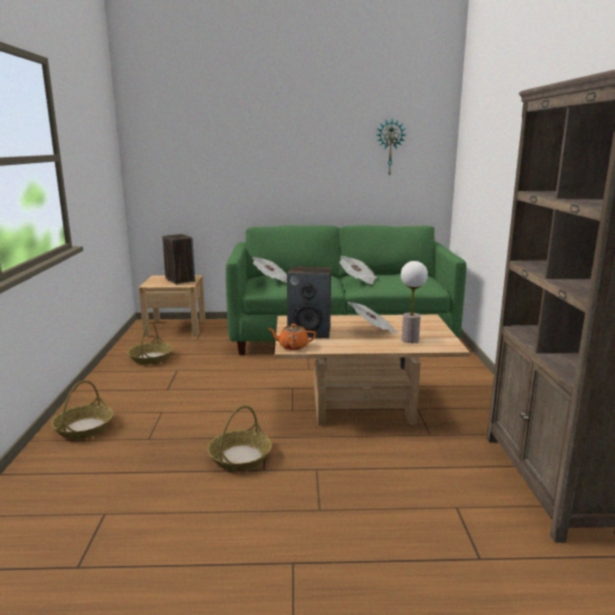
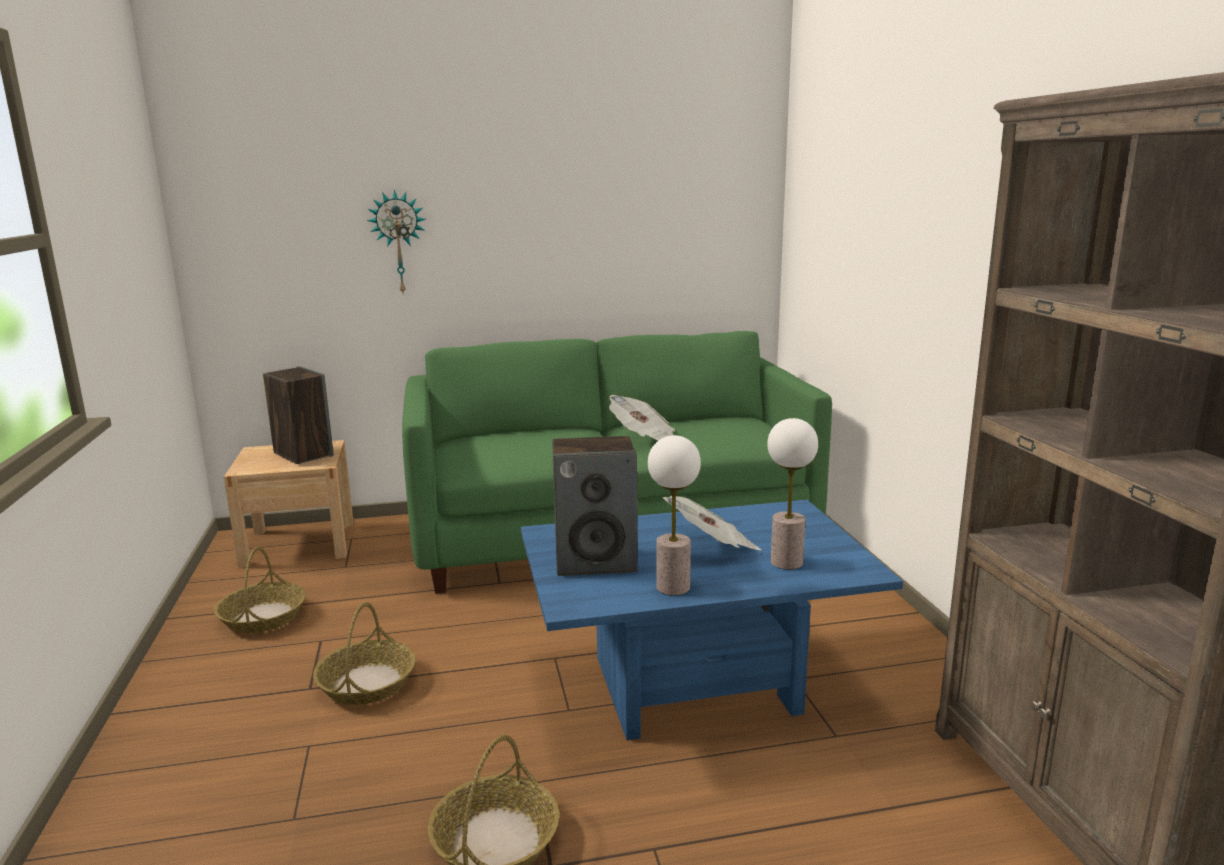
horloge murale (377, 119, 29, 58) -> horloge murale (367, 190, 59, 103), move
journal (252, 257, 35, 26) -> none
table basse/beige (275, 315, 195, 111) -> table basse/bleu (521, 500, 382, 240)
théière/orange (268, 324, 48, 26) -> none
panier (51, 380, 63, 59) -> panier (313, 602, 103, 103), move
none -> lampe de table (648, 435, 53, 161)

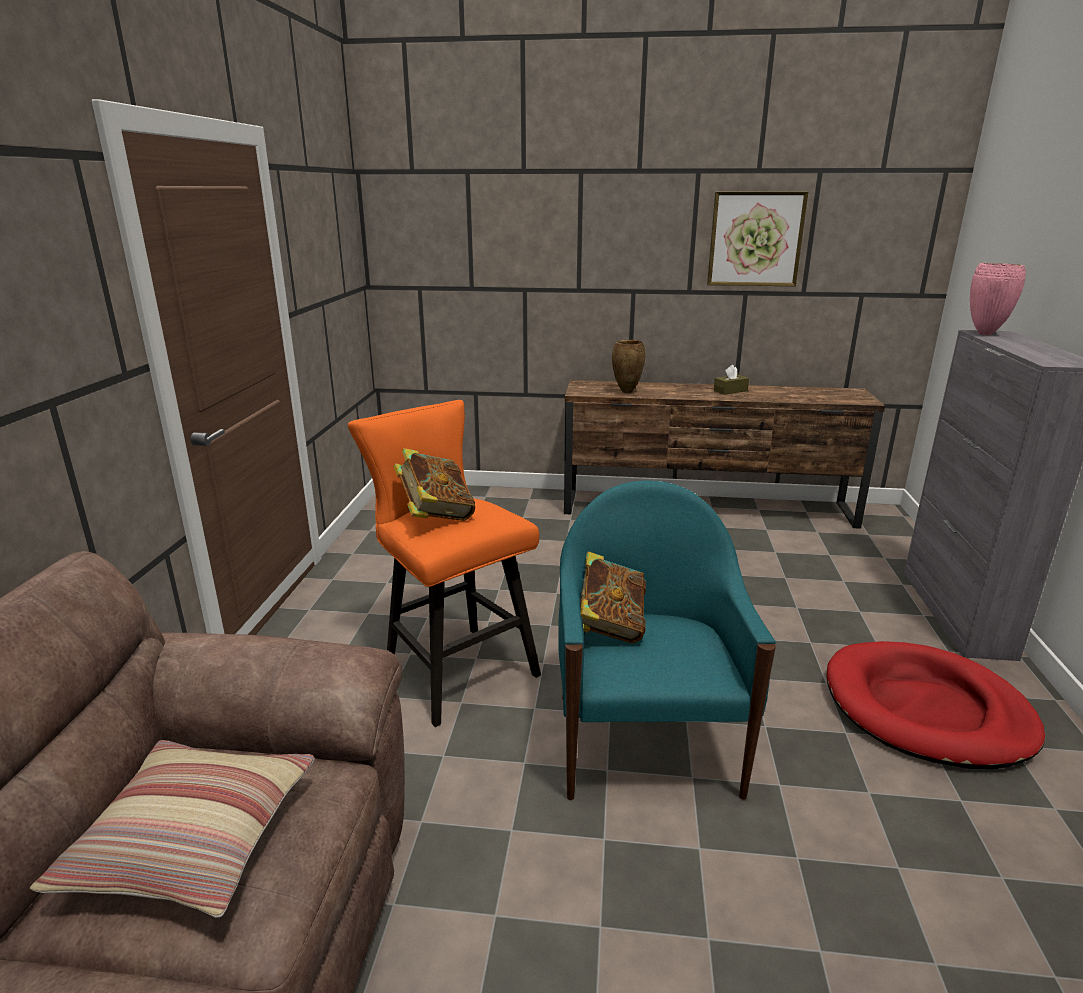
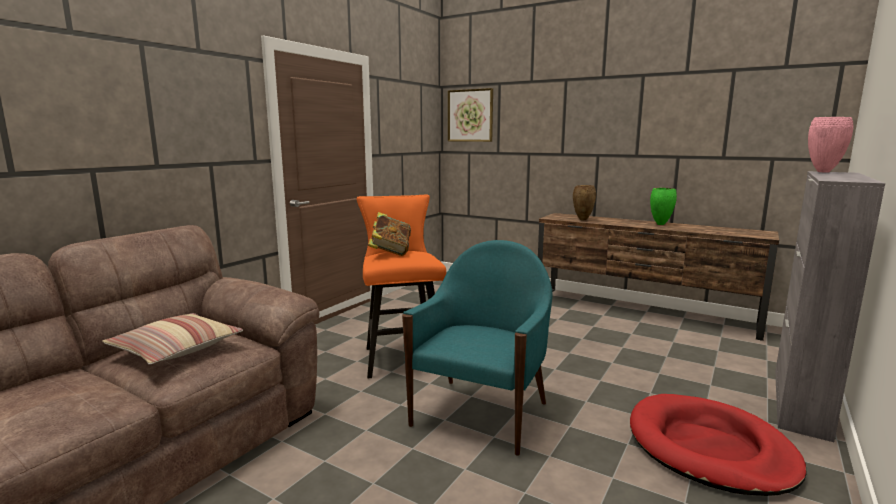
tableau (707, 192, 101, 94) -> tableau (448, 88, 45, 54), move
boîte à mouchoirs/marron (714, 365, 35, 30) -> vase/vert (650, 188, 27, 37)
livre (580, 551, 66, 92) -> none

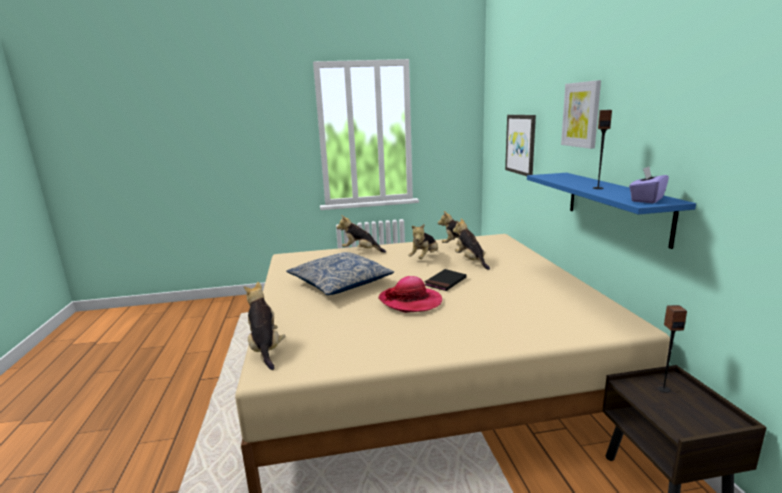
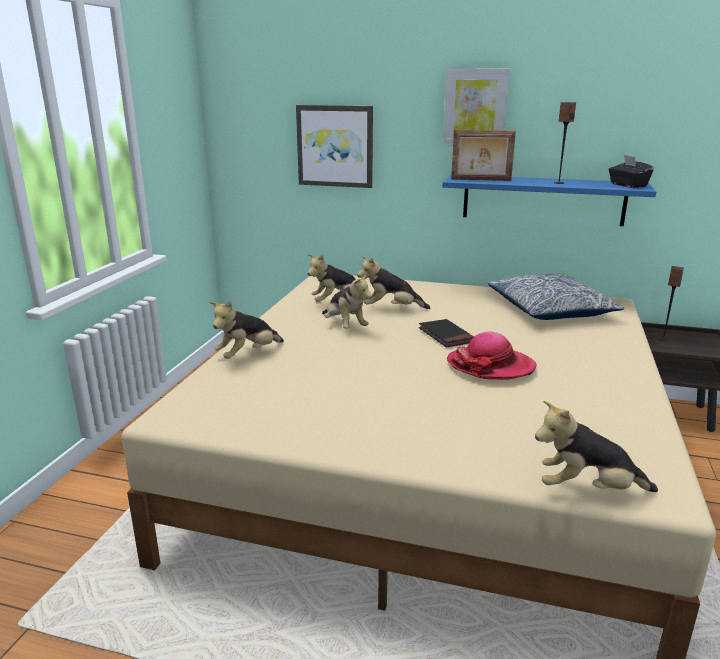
boîte à mouchoirs/violet (629, 167, 40, 36) -> boîte à mouchoirs/noir (609, 155, 45, 33)
coussin (286, 252, 108, 43) -> coussin (488, 274, 136, 46), move
none -> cadre photo (451, 130, 65, 51)

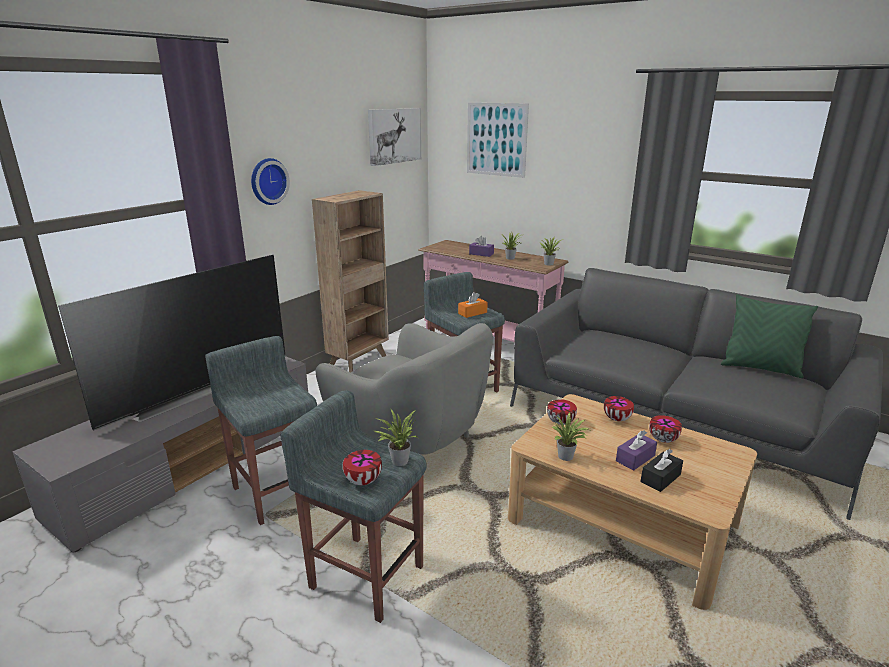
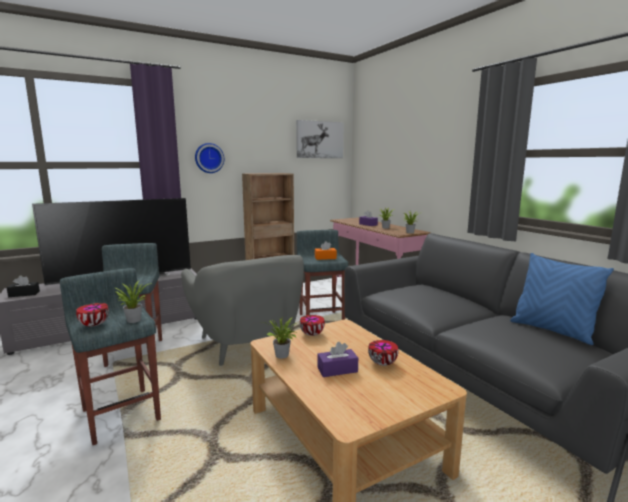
tableau (467, 103, 62, 75) -> none
coussin/vert (721, 294, 97, 84) -> coussin/bleu (510, 253, 104, 92)
bol (604, 396, 30, 25) -> none
boîte à mouchoirs/noir (640, 449, 43, 43) -> boîte à mouchoirs/noir (7, 275, 33, 22), move

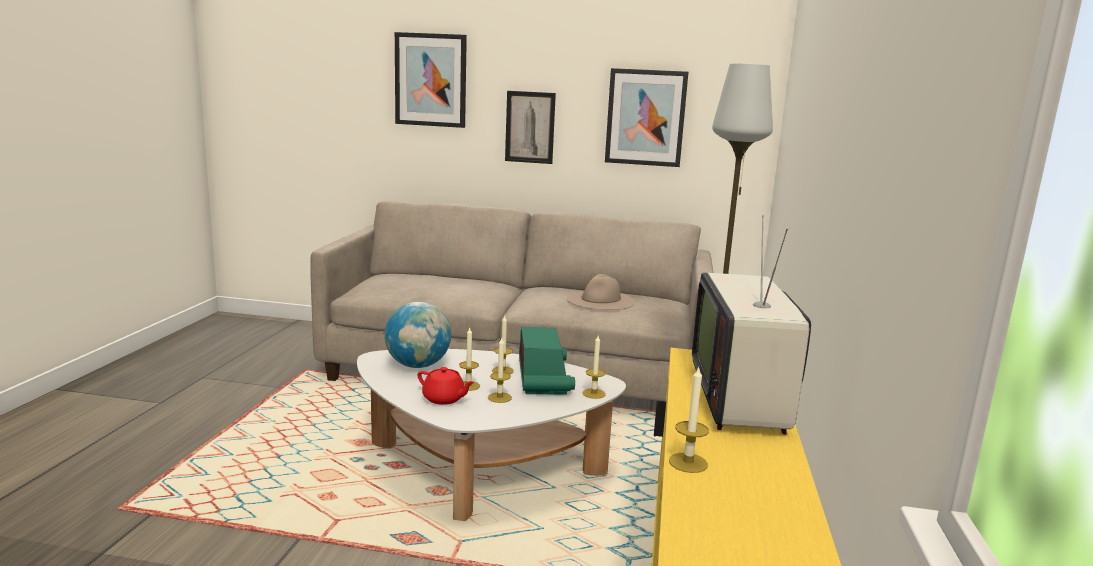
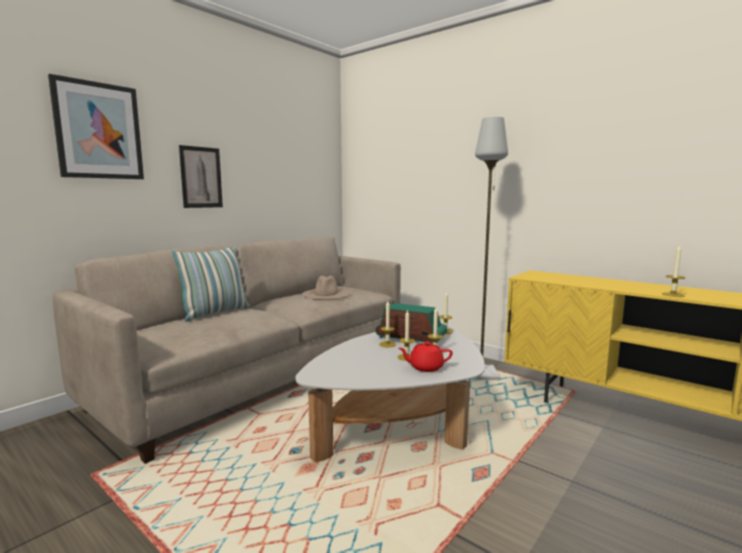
tableau (605, 68, 83, 99) -> none
téléviseur (692, 215, 119, 220) -> none
globe (384, 302, 67, 66) -> none
théière/rouge (418, 367, 57, 38) -> théière/rouge (398, 342, 55, 30), 150 degrees counterclockwise
none -> coussin (172, 246, 78, 75)

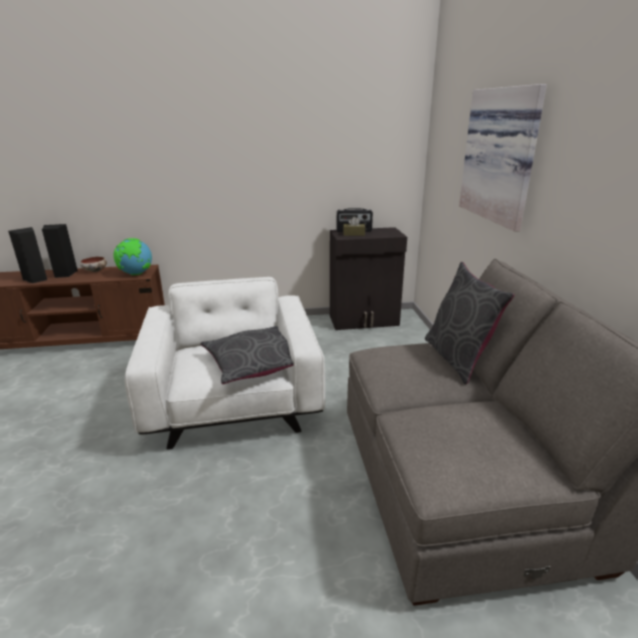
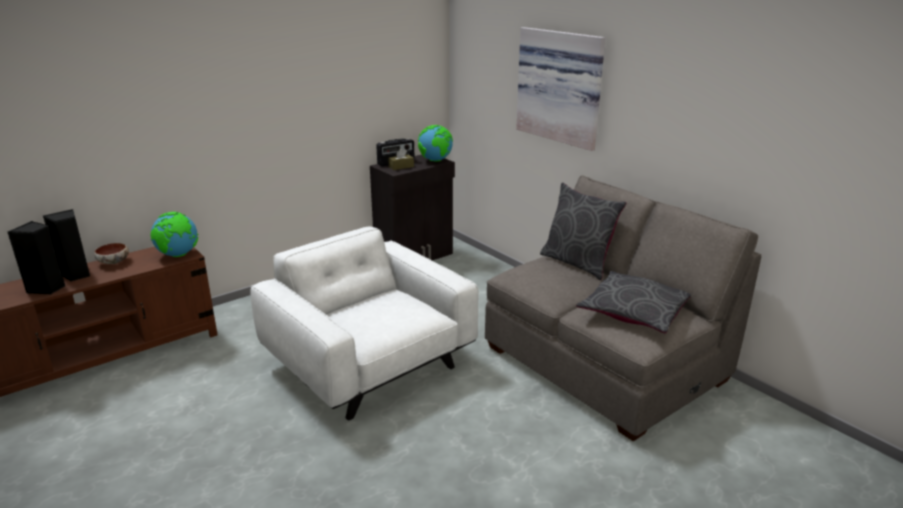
coussin/gris (201, 326, 92, 58) -> coussin/gris (576, 271, 115, 62), move
none -> globe (418, 125, 35, 37)

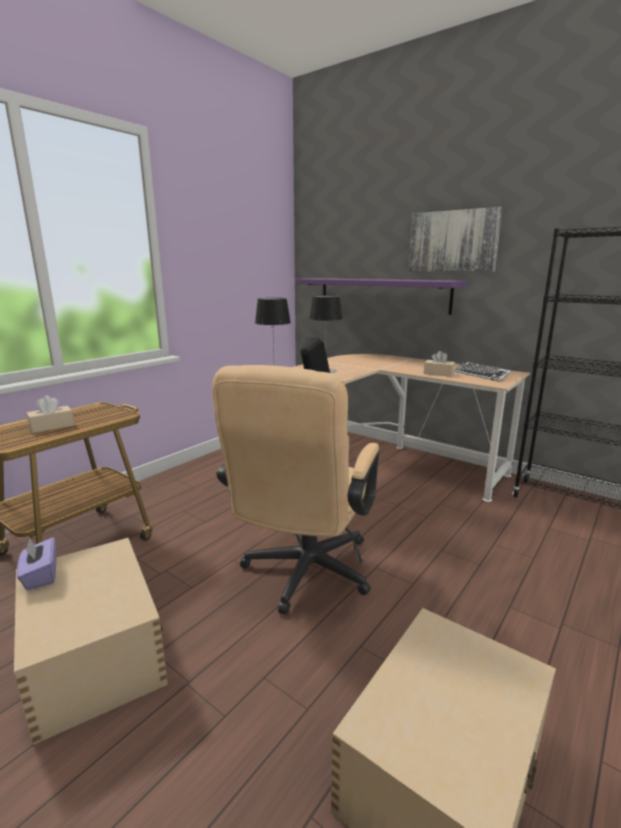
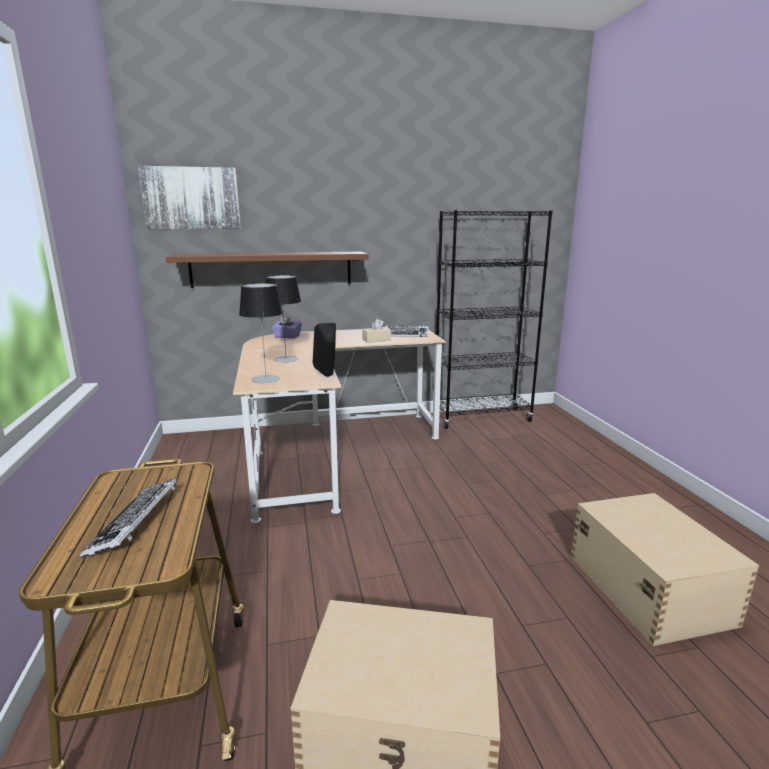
tableau (409, 207, 94, 65) -> tableau (138, 166, 103, 63), move
étagère/violet (295, 278, 172, 37) -> étagère/marron (166, 252, 203, 36)
chaise de bureau/beige (212, 365, 167, 250) -> none
boîte à mouchoirs/beige (27, 395, 47, 38) -> clavier (80, 479, 97, 79)
boîte à mouchoirs/violet (17, 537, 39, 53) -> boîte à mouchoirs/violet (272, 317, 30, 22), move

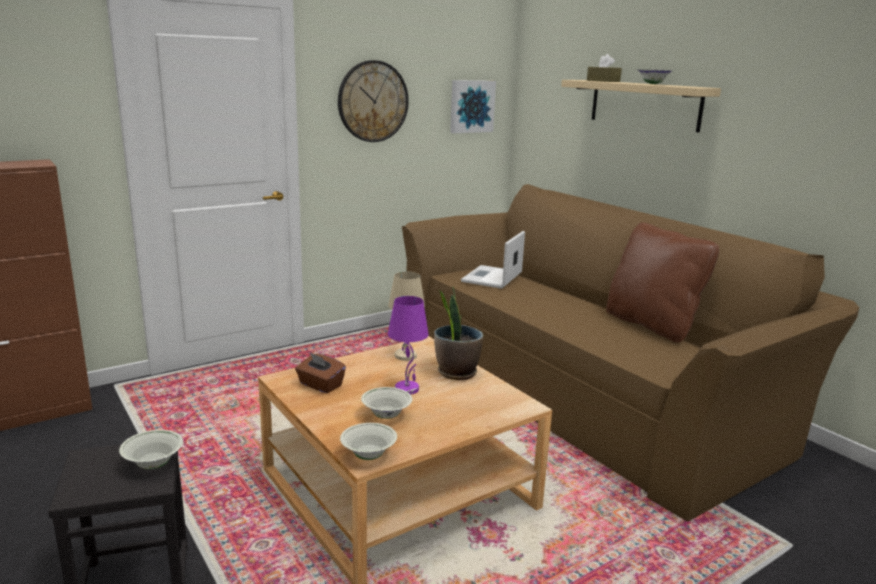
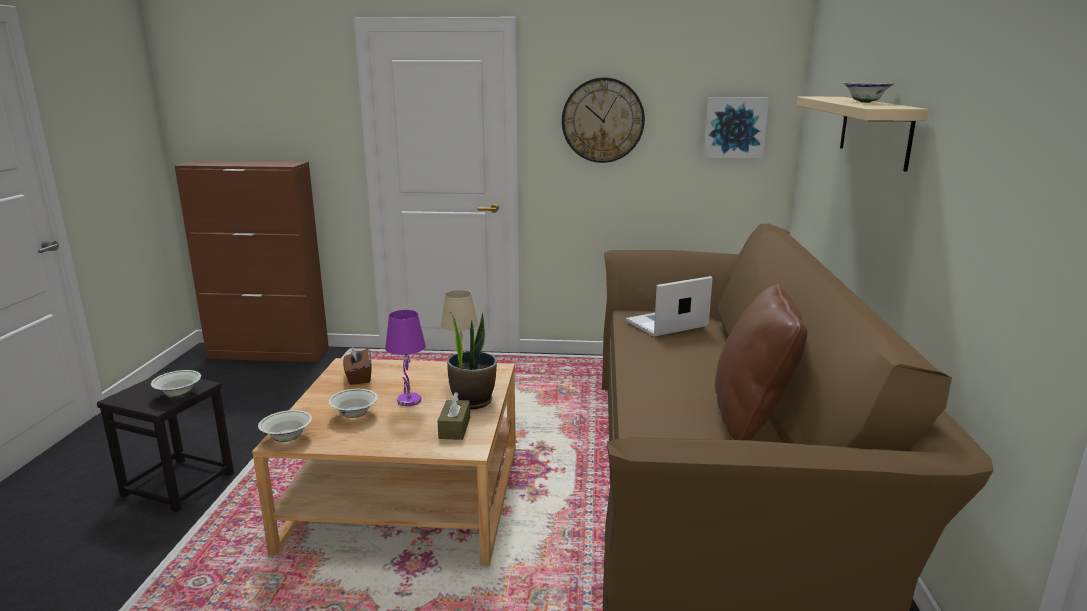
boîte à mouchoirs/marron (587, 54, 35, 28) -> boîte à mouchoirs/marron (438, 392, 32, 48), move

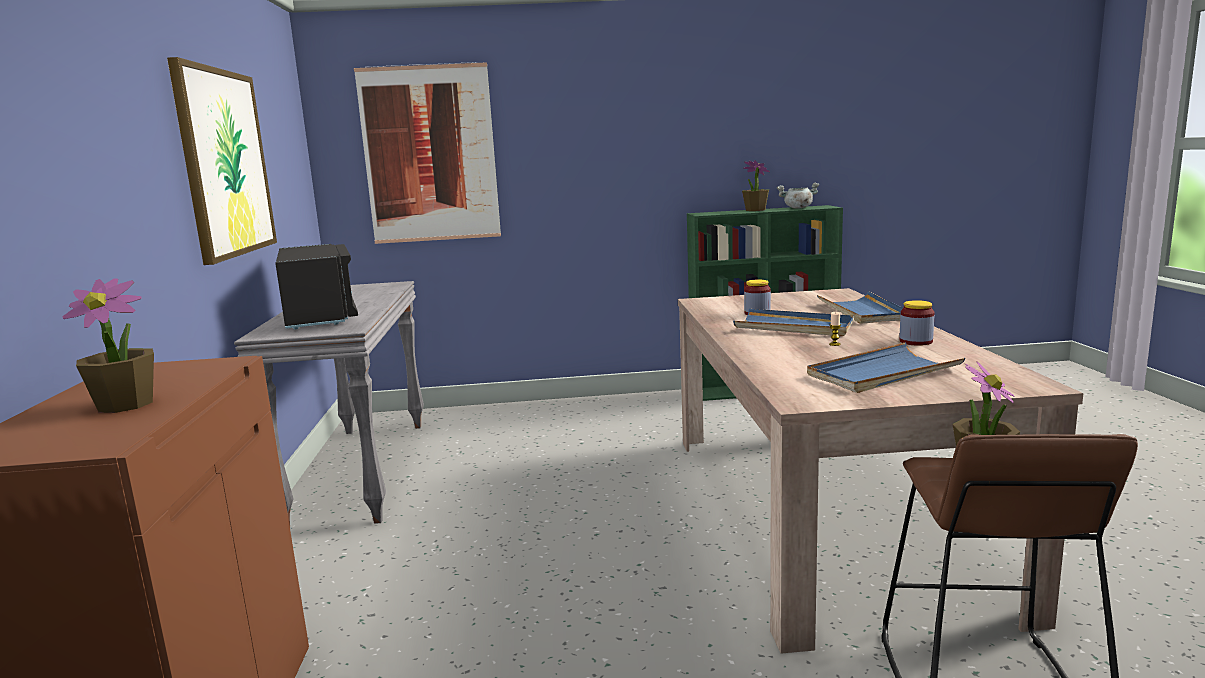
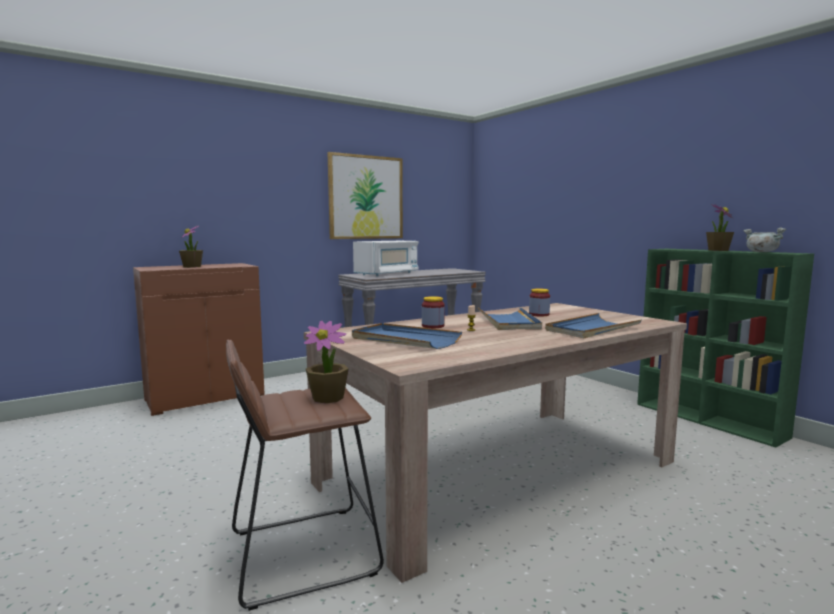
tableau (354, 62, 147, 182) -> none
micro-ondes/noir (275, 244, 83, 85) -> micro-ondes/blanc (353, 241, 66, 35)
bocal (899, 300, 36, 46) -> bocal (422, 296, 23, 32), move

